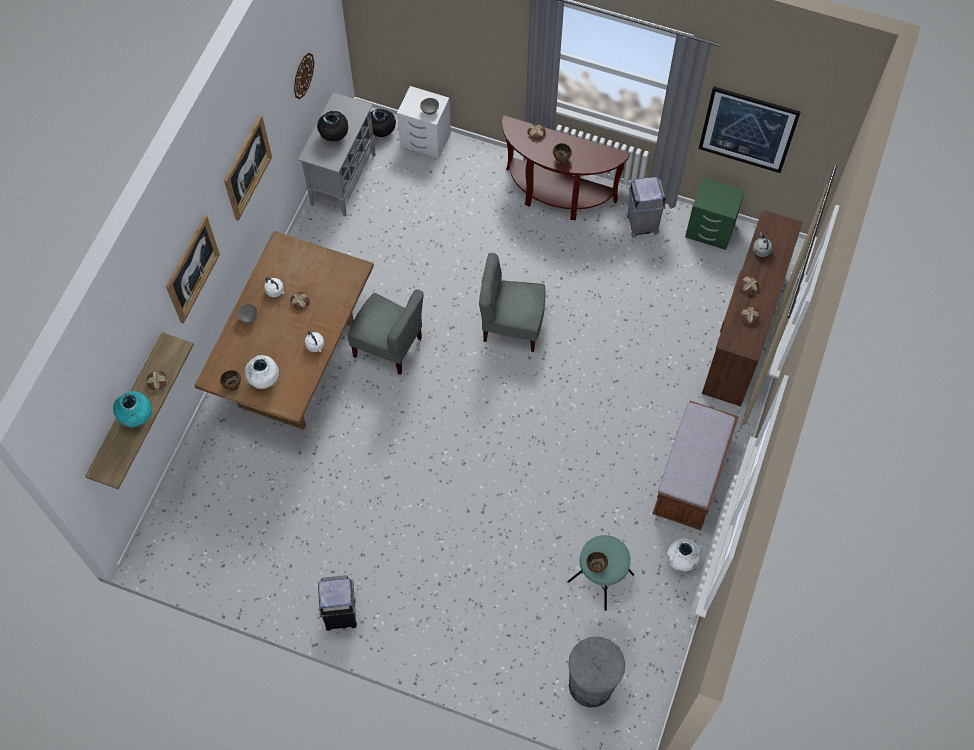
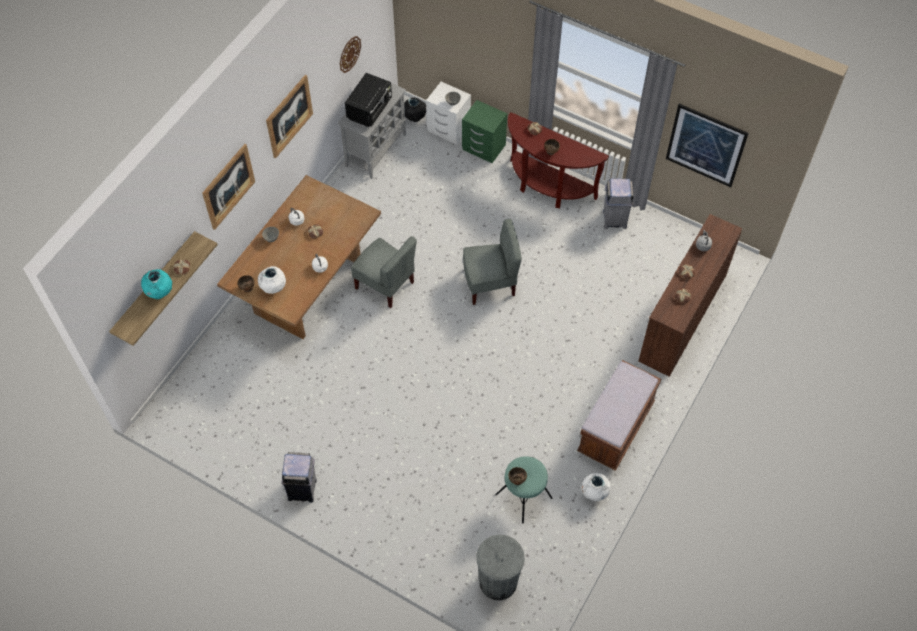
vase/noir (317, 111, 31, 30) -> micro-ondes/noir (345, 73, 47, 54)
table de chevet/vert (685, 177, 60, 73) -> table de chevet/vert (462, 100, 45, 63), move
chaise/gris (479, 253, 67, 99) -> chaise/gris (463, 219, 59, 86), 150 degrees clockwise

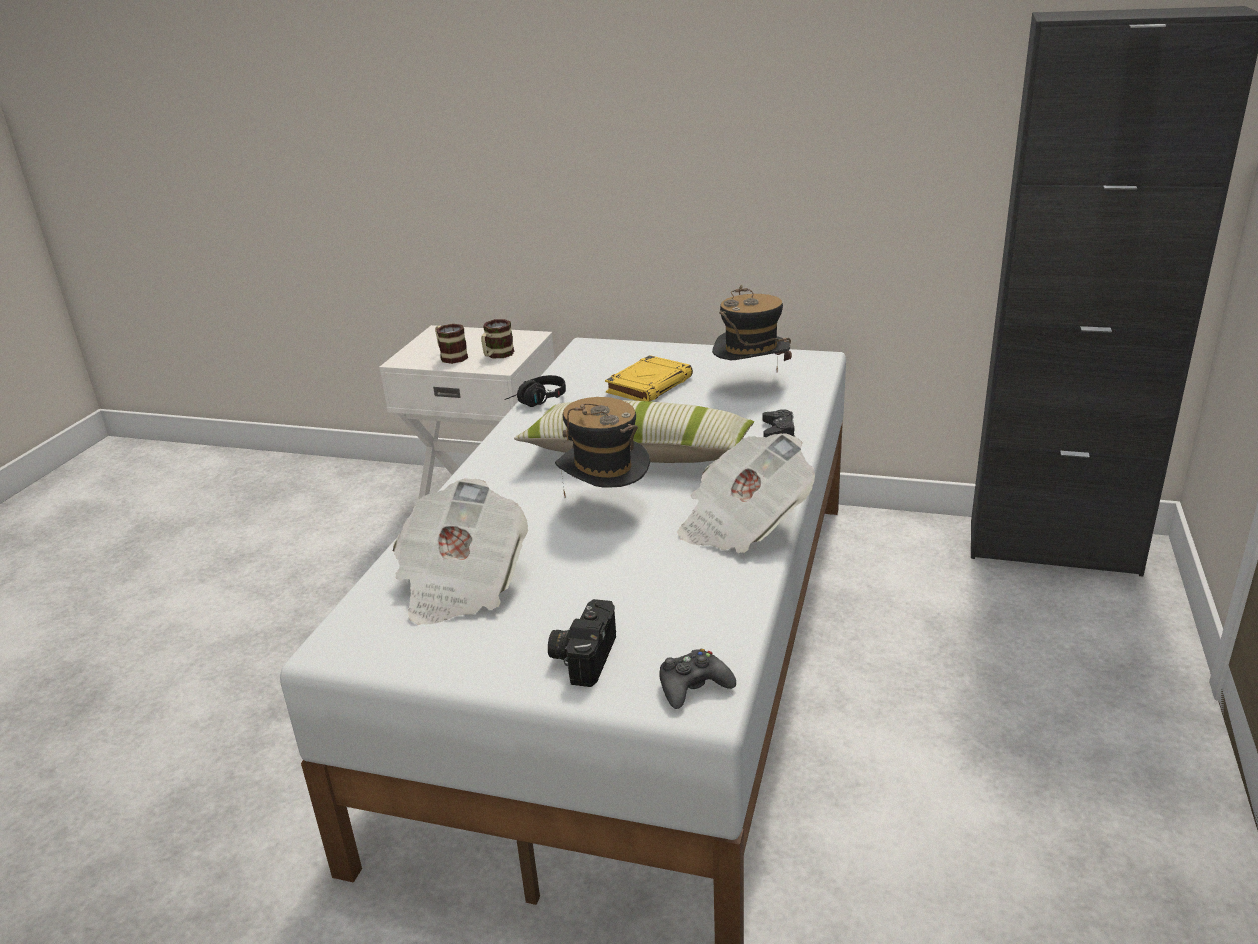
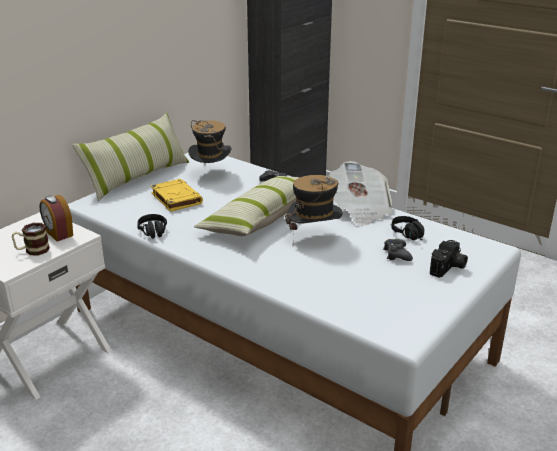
mug (481, 319, 33, 39) -> réveil (39, 195, 34, 47)
journal (393, 479, 135, 146) -> none
appareil photo (548, 599, 68, 88) -> appareil photo (430, 240, 38, 38), 90 degrees counterclockwise
manette/noir (659, 649, 77, 60) -> manette/noir (383, 239, 30, 22), move
none -> coussin (72, 113, 117, 88)
none -> casque audio/noir (391, 216, 33, 24)

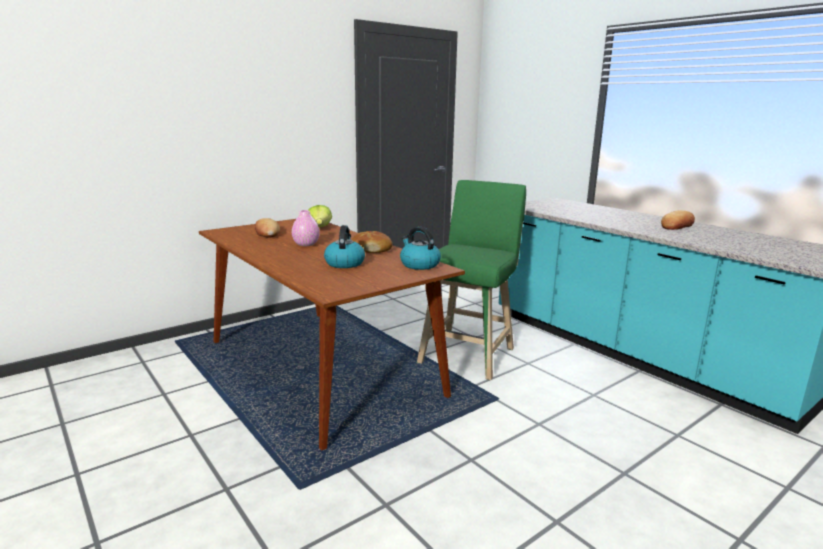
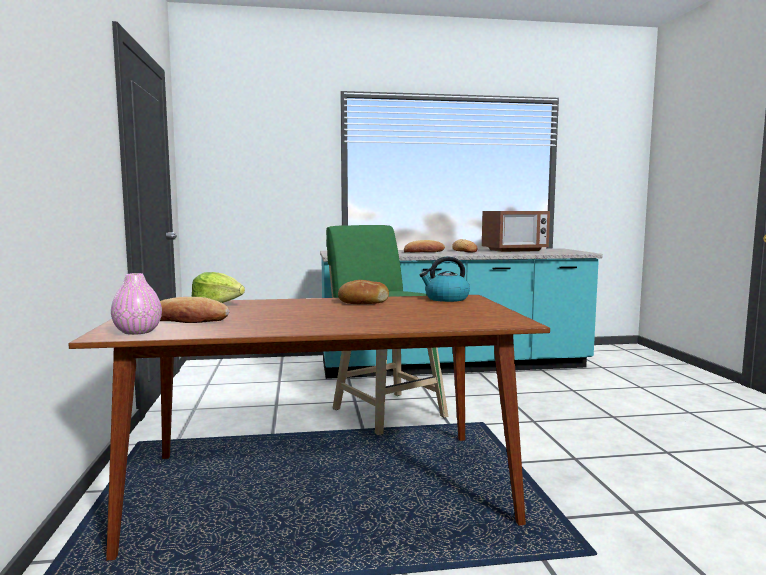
vase/rose (292, 210, 28, 36) -> vase/rose (111, 273, 51, 62), move
bouilloire (324, 225, 41, 43) -> none
none -> micro-ondes (482, 211, 68, 41)
none -> pain (404, 240, 41, 12)

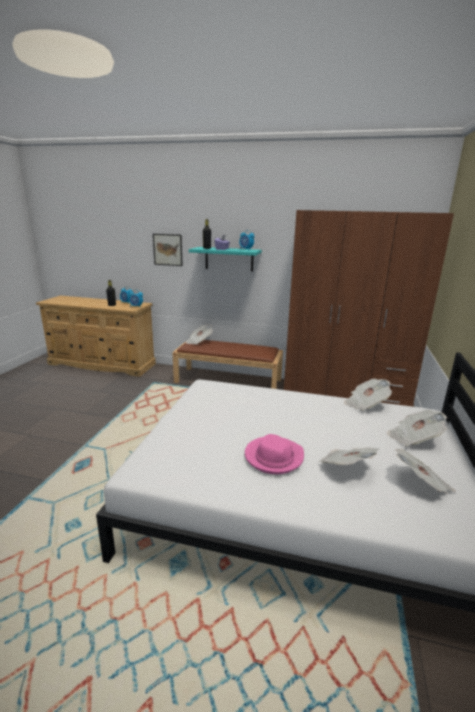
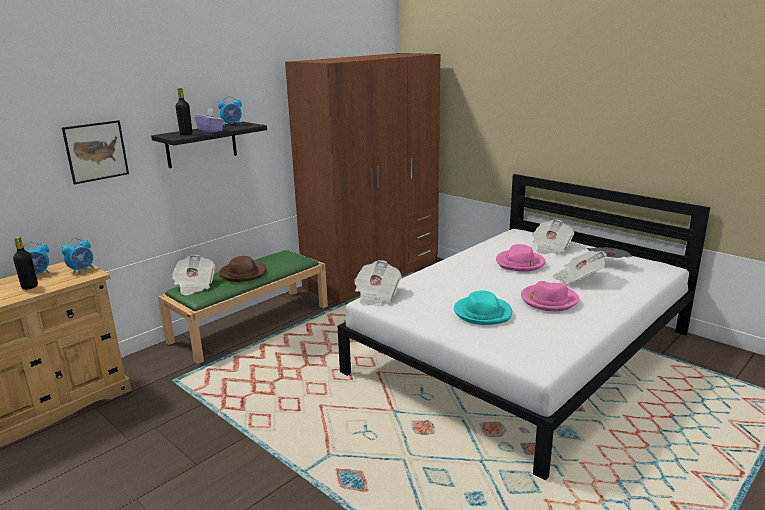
étagère/turquoise (189, 247, 73, 25) -> étagère/noir (151, 122, 116, 46)
banc/marron (172, 340, 111, 49) -> banc/vert (158, 250, 170, 114)
journal (344, 379, 48, 32) -> journal (354, 260, 48, 46), move
none -> chapeau/rose (496, 244, 50, 28)
none -> chapeau/marron (219, 256, 47, 26)
none -> chapeau/turquoise (454, 290, 58, 35)

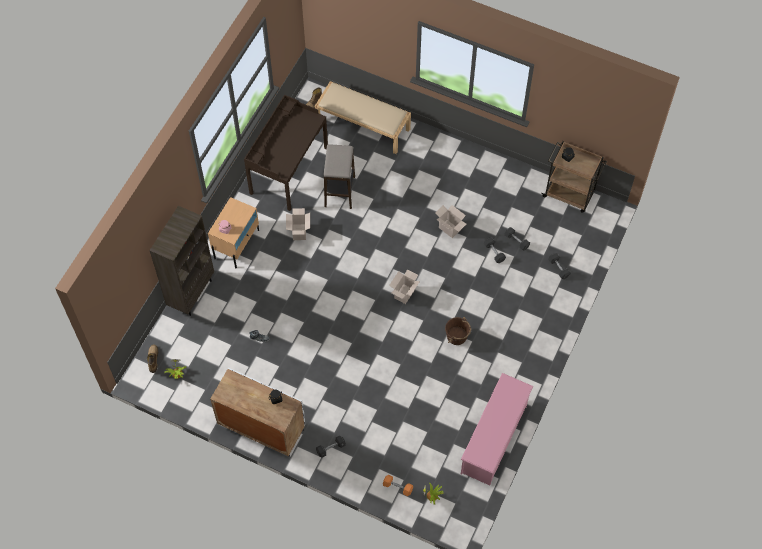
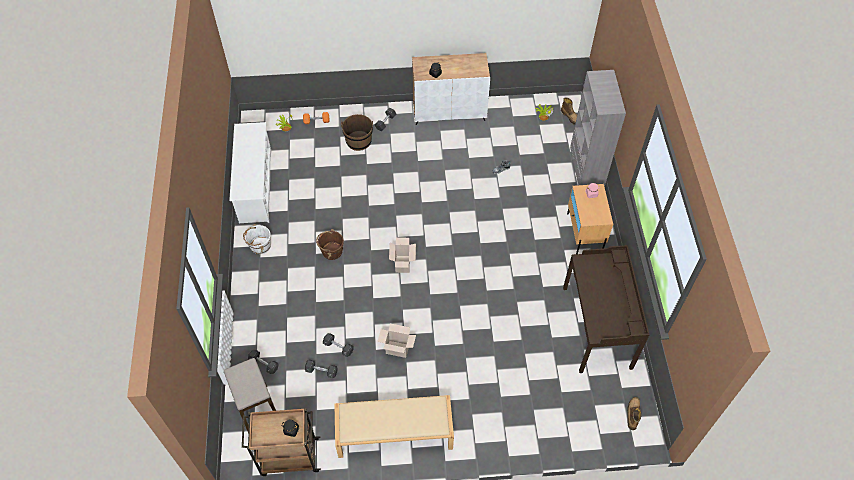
banc/beige (315, 81, 96, 73) -> banc/beige (334, 395, 120, 63), move
tabouret (324, 145, 31, 64) -> tabouret (224, 358, 52, 76), move
bibliothèque/marron (149, 206, 65, 110) -> bibliothèque/gris (570, 70, 56, 117)
carton (286, 208, 24, 32) -> none
étagère à chaussures/rose (461, 373, 72, 112) -> étagère à chaussures/blanc (229, 122, 42, 101)
none -> seau/marron (341, 114, 32, 37)
none -> seau/blanc (243, 224, 28, 30)

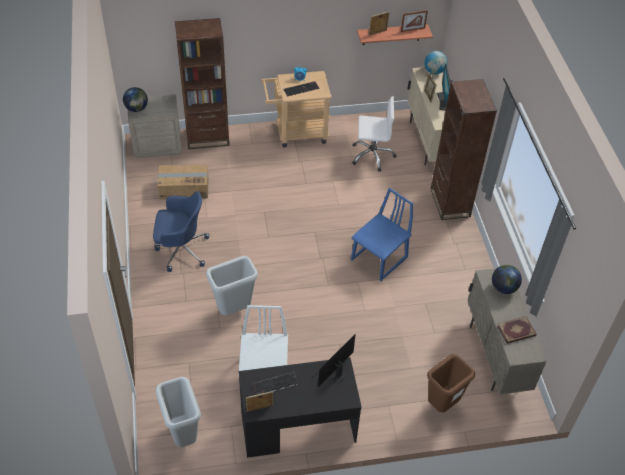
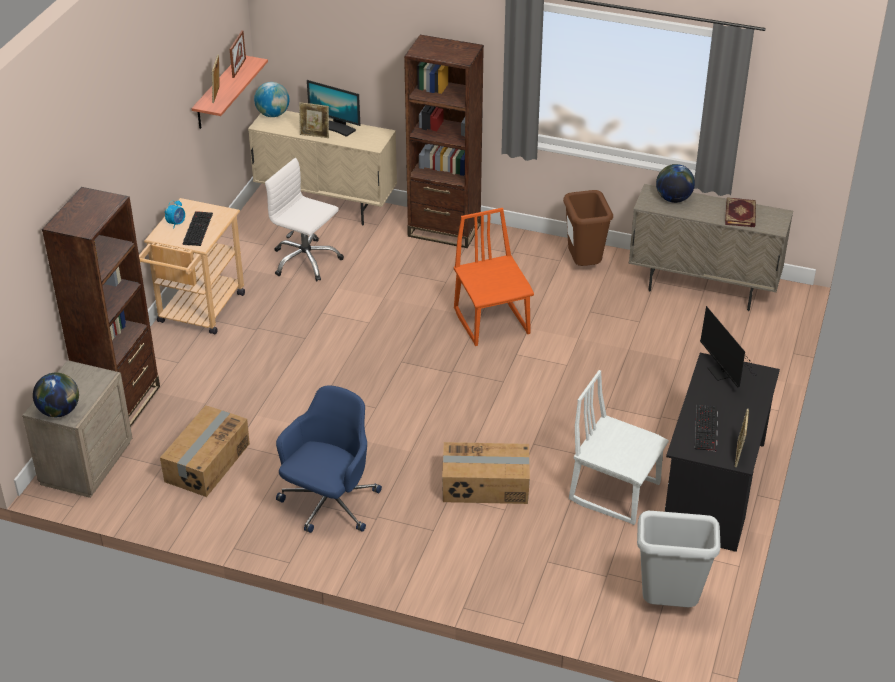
chaise de bureau/blanc (352, 96, 45, 76) -> chaise de bureau/blanc (265, 158, 79, 123), 90 degrees counterclockwise
chaise/bleu (351, 188, 62, 93) -> chaise/orange (454, 208, 80, 138)
poubelle/gris (206, 256, 52, 59) -> carton (442, 442, 88, 62)
poubelle/marron (427, 354, 48, 58) -> poubelle/marron (563, 190, 50, 76), move

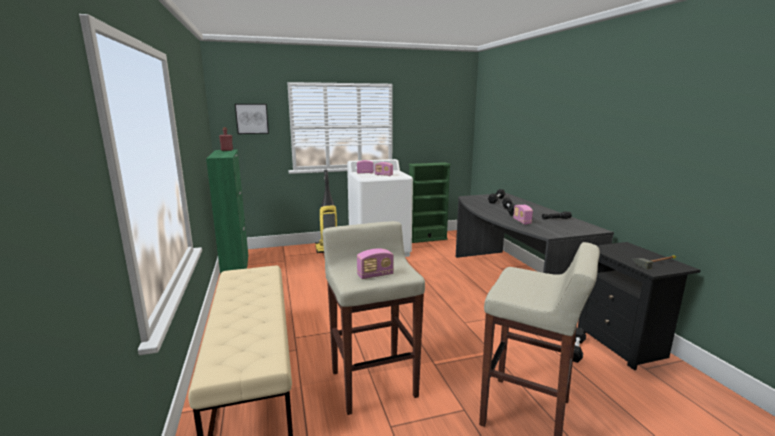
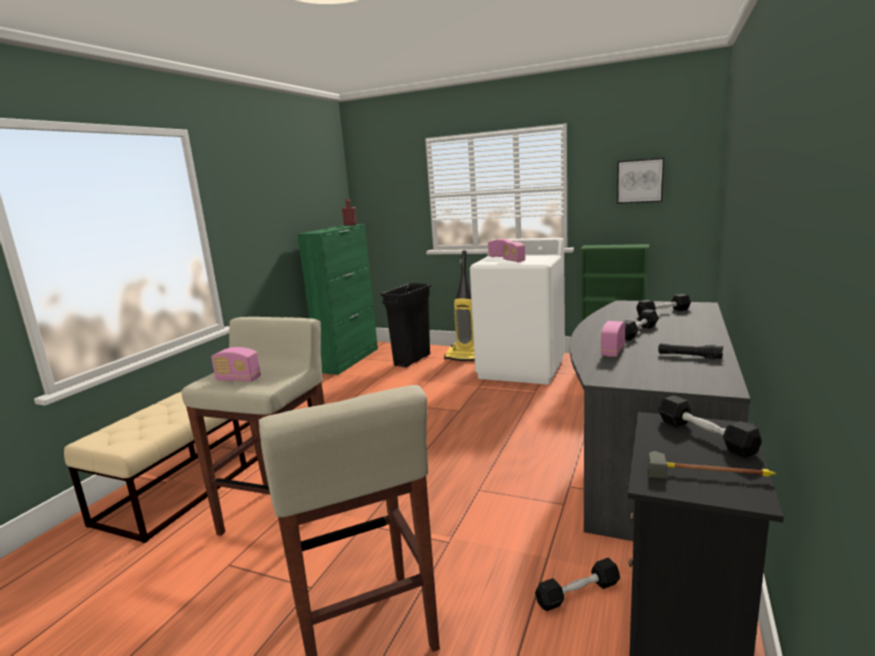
tableau (235, 104, 34, 30) -> tableau (617, 158, 47, 46), move
none -> poubelle/noir (380, 283, 51, 85)
none -> haltère/noir (658, 395, 104, 63)

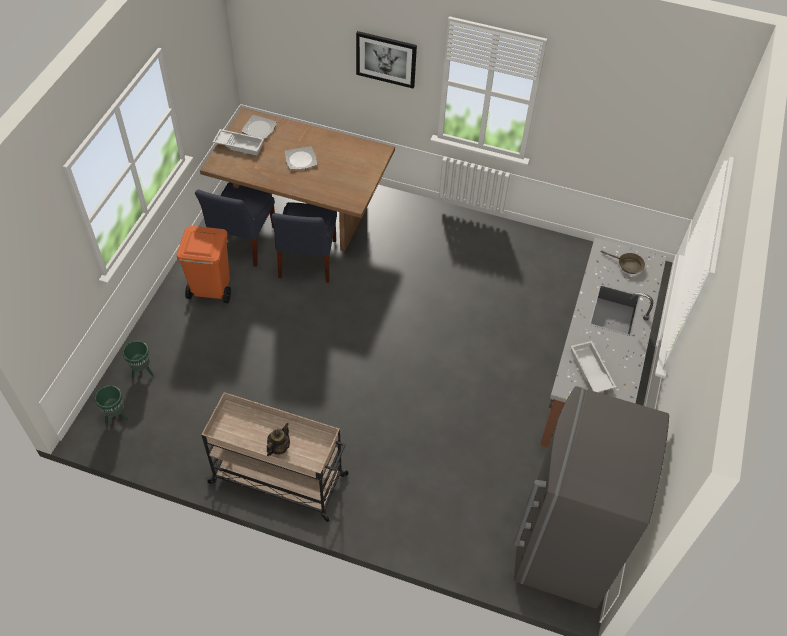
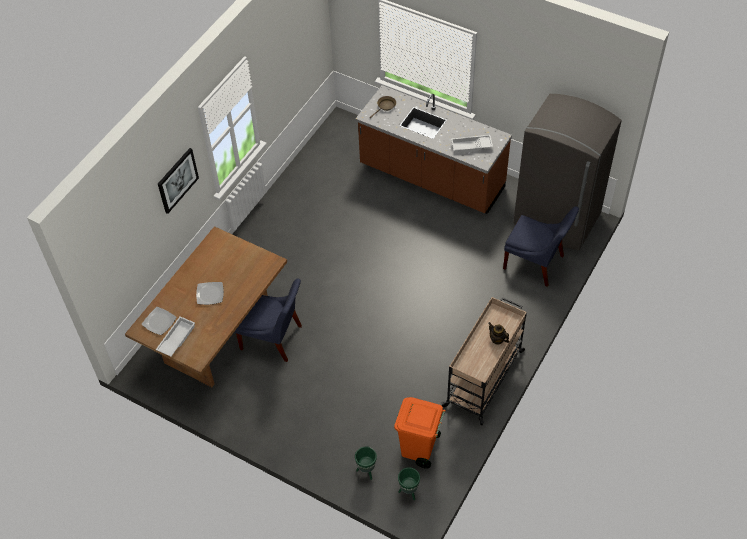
chaise/bleu (195, 183, 80, 84) -> chaise/bleu (503, 206, 76, 81), move
poubelle/orange (177, 226, 54, 77) -> poubelle/orange (394, 397, 52, 72), move

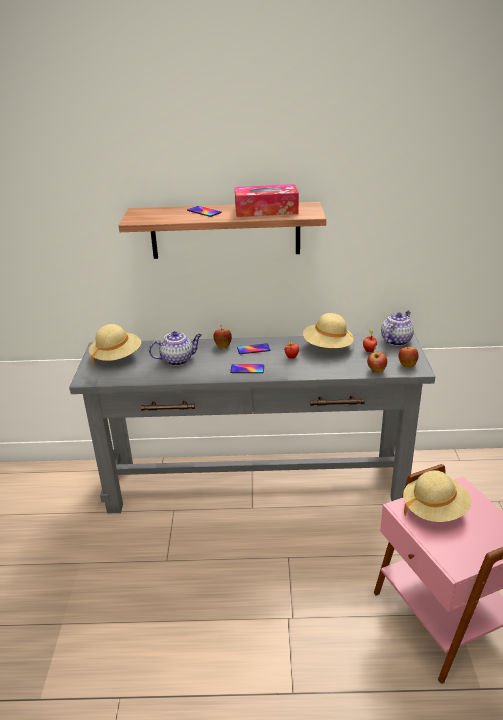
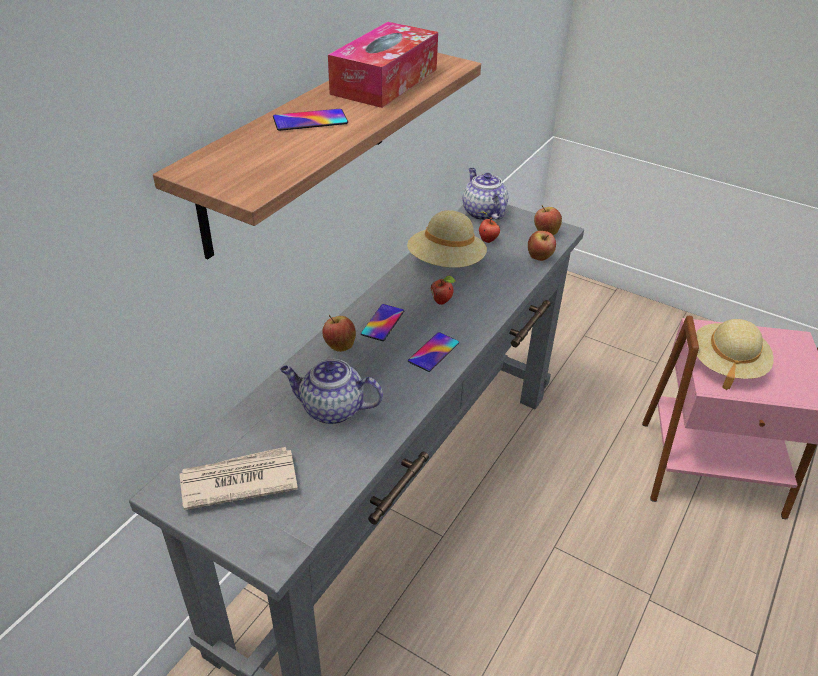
chapeau/beige (89, 324, 52, 42) -> journal (180, 447, 118, 63)
théière (149, 331, 53, 35) -> théière (280, 359, 103, 66), 90 degrees counterclockwise

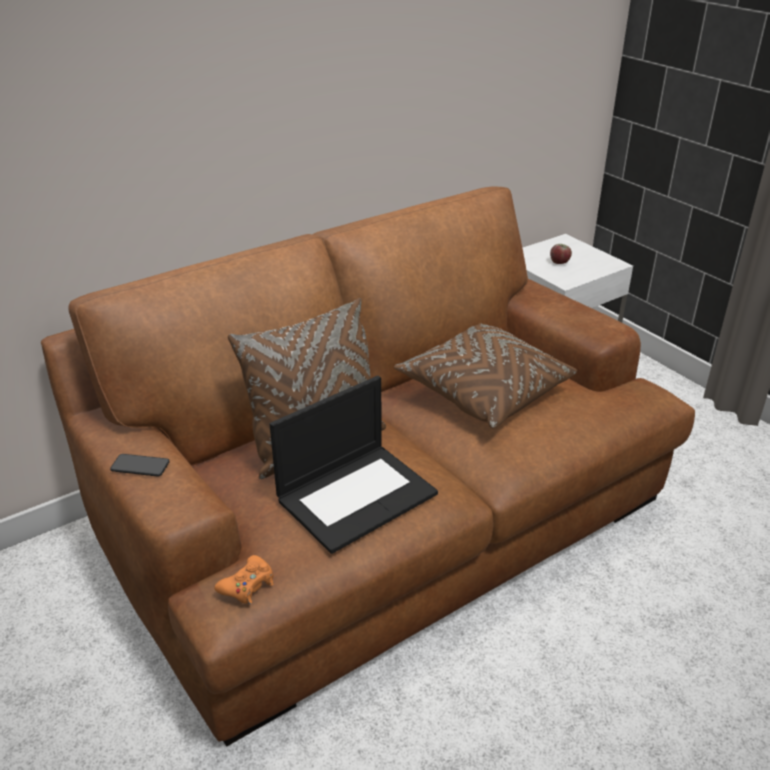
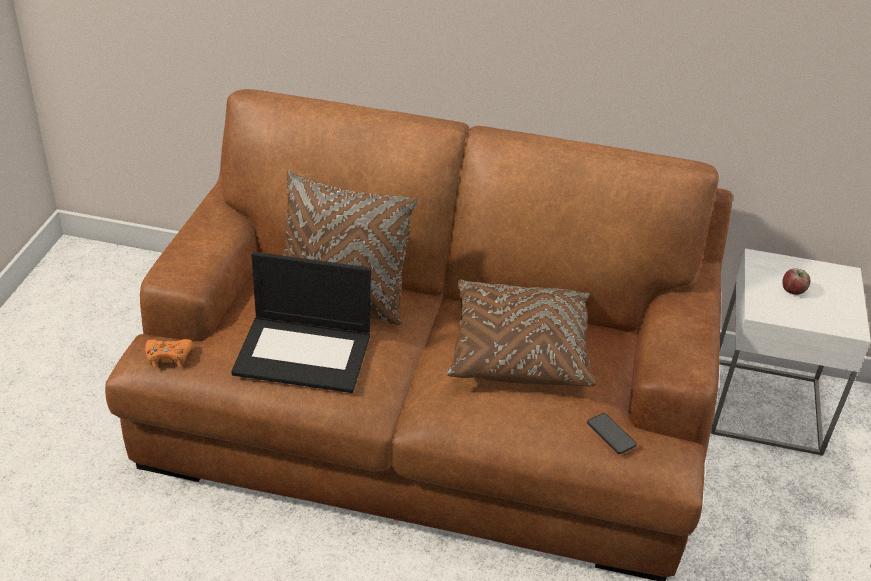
téléphone (110, 454, 60, 23) -> téléphone (587, 413, 50, 41), move

